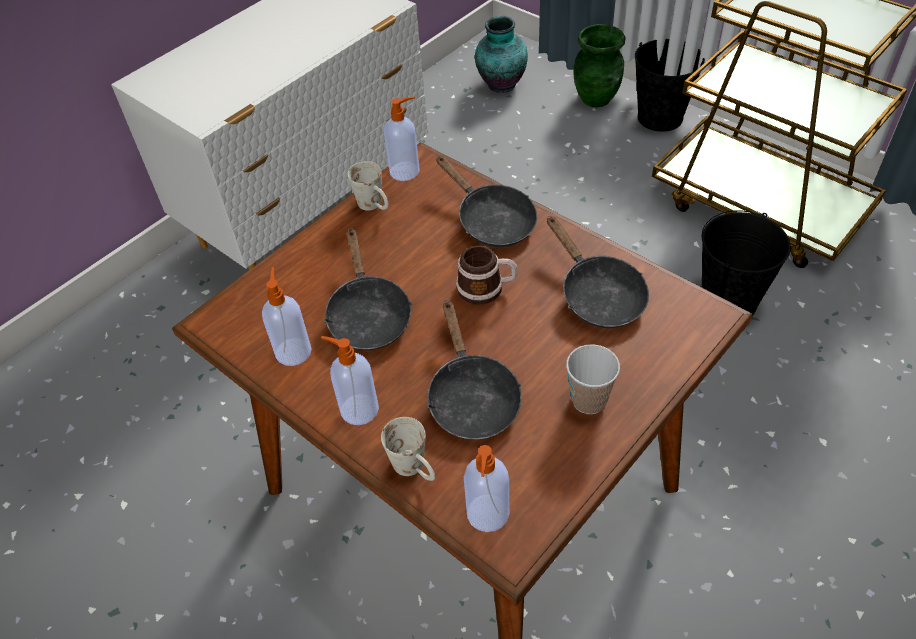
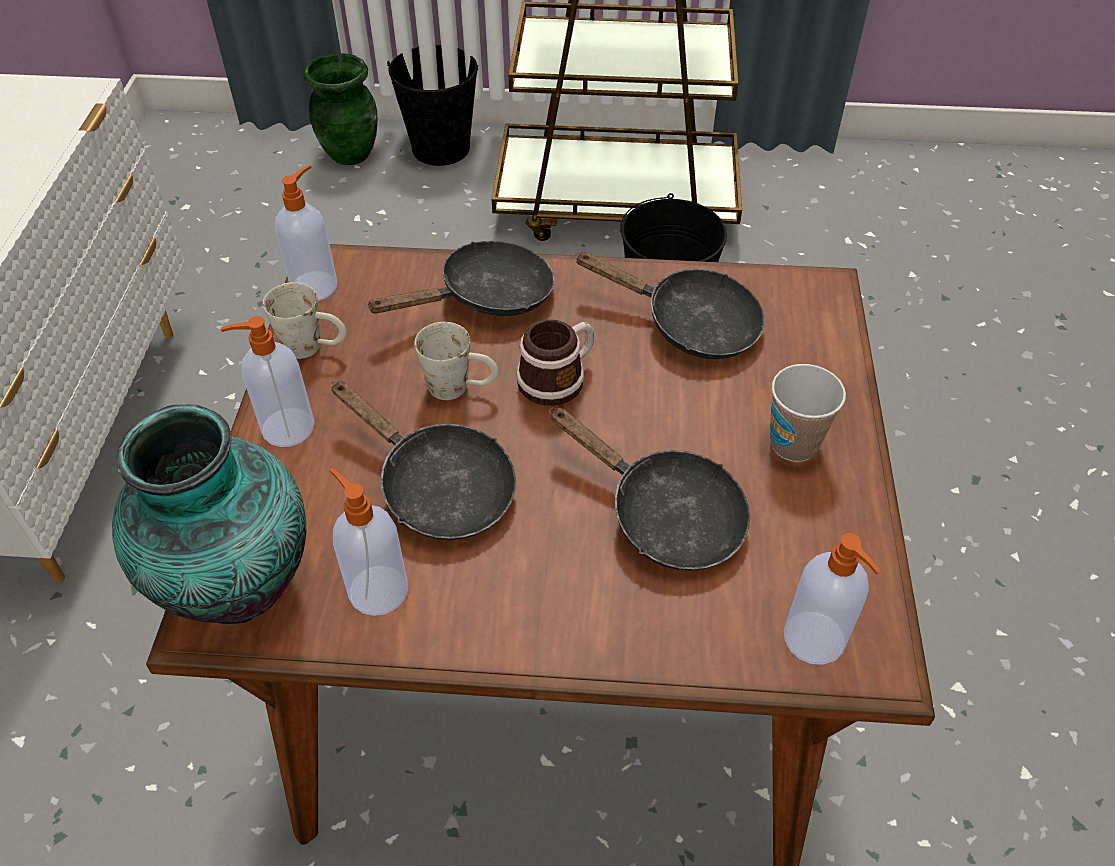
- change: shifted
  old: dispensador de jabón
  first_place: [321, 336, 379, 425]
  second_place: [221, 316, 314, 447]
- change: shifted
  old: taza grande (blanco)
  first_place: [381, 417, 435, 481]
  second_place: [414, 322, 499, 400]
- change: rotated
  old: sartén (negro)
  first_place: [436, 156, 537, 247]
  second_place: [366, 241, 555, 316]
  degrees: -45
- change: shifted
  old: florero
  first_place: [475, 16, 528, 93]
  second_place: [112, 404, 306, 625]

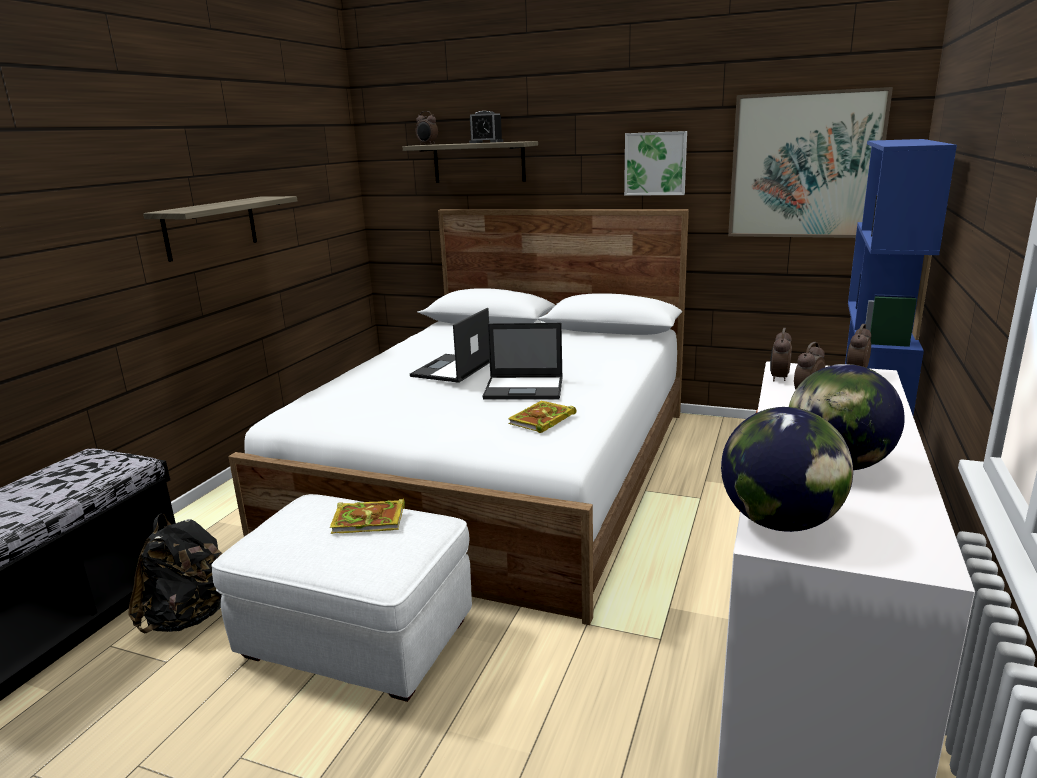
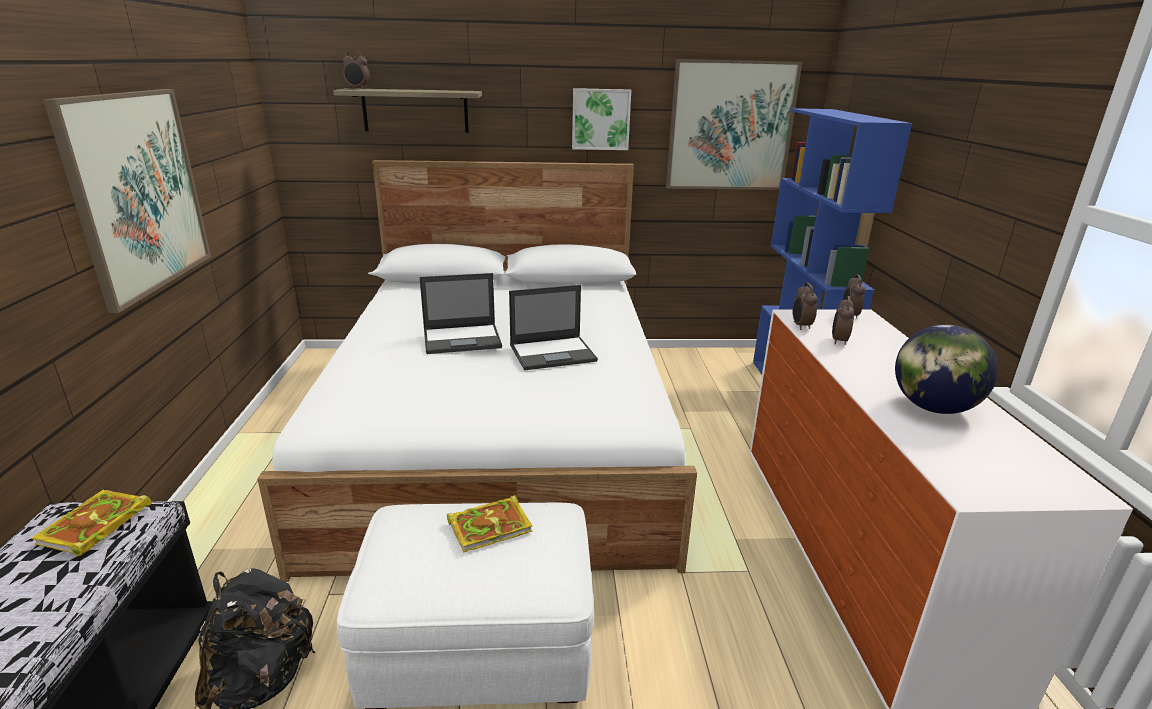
- change: swapped
  old: estante
  new: cuadro
  first_place: [143, 196, 298, 262]
  second_place: [43, 89, 211, 313]
- change: rotated
  old: portátil
  first_place: [410, 308, 490, 383]
  second_place: [420, 273, 502, 354]
  degrees: -105
- change: gone
  old: despertador
  first_place: [469, 111, 503, 143]
- change: shifted
  old: libro
  first_place: [508, 401, 576, 433]
  second_place: [31, 490, 152, 556]
- change: gone
  old: globo terráqueo
  first_place: [721, 407, 853, 532]

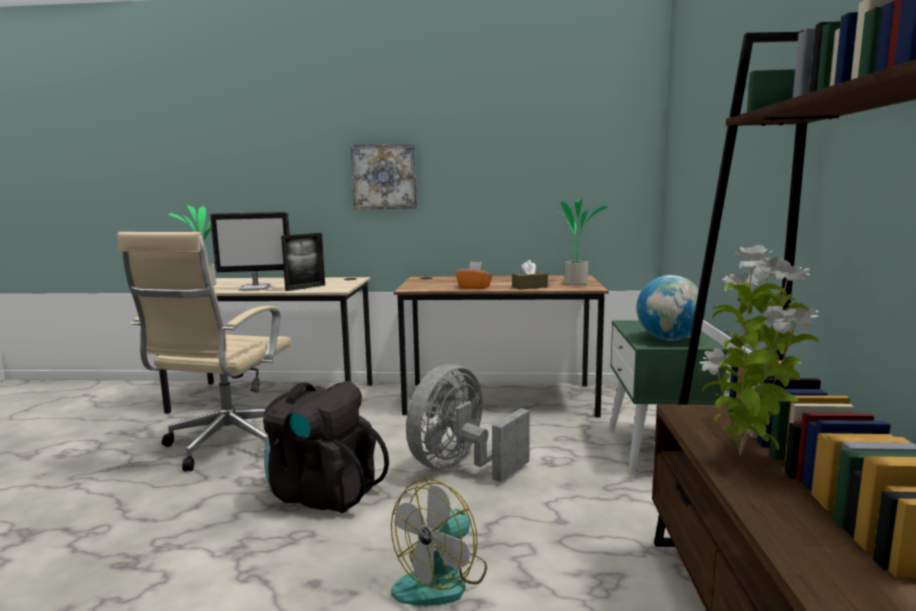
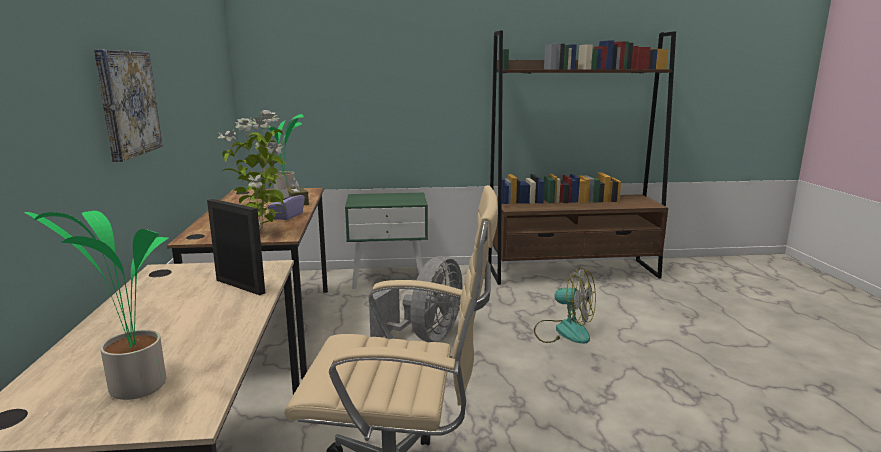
- change: gone
  old: monitor
  first_place: [210, 212, 290, 291]
- change: gone
  old: mochila (negro)
  first_place: [263, 381, 389, 513]
- change: rotated
  old: ventilador (gris)
  first_place: [406, 364, 530, 482]
  second_place: [369, 256, 462, 342]
  degrees: -90
- change: repainted
  old: caja de pañuelos (naranja)
  new: caja de pañuelos (morado)
  first_place: [456, 261, 493, 289]
  second_place: [267, 188, 305, 220]
- change: gone
  old: globo terráqueo
  first_place: [636, 275, 706, 341]
- change: shifted
  old: planta en maceta
  first_place: [700, 245, 819, 456]
  second_place: [218, 110, 287, 233]

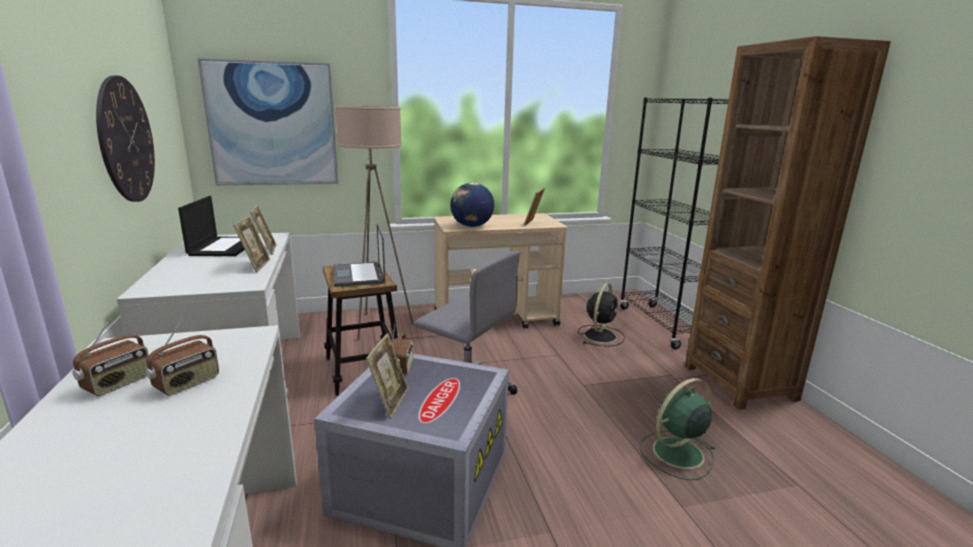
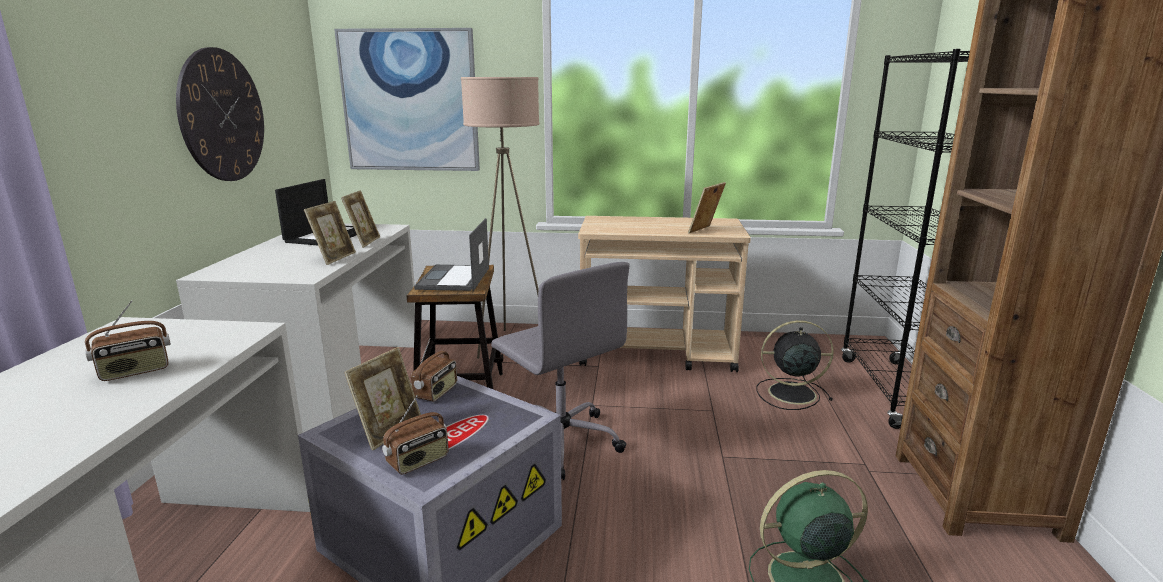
- change: shifted
  old: radio
  first_place: [72, 319, 149, 396]
  second_place: [382, 395, 449, 475]
- change: gone
  old: globo terráqueo
  first_place: [450, 183, 494, 227]
- change: rotated
  old: ventilador (negro)
  first_place: [578, 283, 625, 347]
  second_place: [756, 320, 834, 410]
  degrees: -135

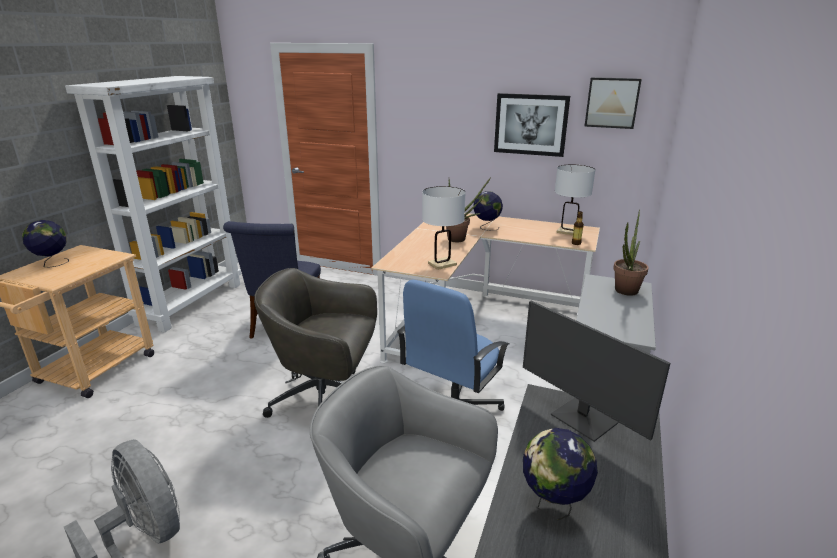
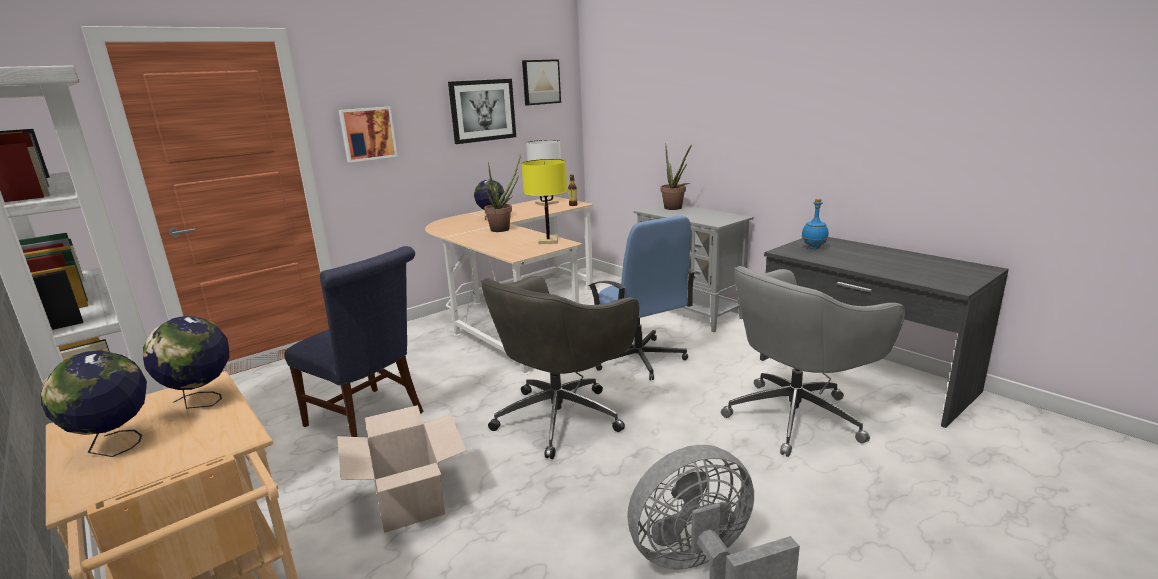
- change: repainted
  old: lámpara de mesa (blanco)
  new: lámpara de mesa (amarillo)
  first_place: [422, 186, 466, 270]
  second_place: [521, 159, 567, 244]
- change: swapped
  old: monitor
  new: botella (azul)
  first_place: [523, 301, 671, 442]
  second_place: [802, 199, 828, 249]
- change: shifted
  old: globo terráqueo
  first_place: [523, 428, 598, 521]
  second_place: [143, 316, 229, 409]
- change: new
  new: caja de cartón
  second_place: [337, 405, 467, 533]
- change: new
  new: cuadro
  second_place: [339, 107, 398, 163]

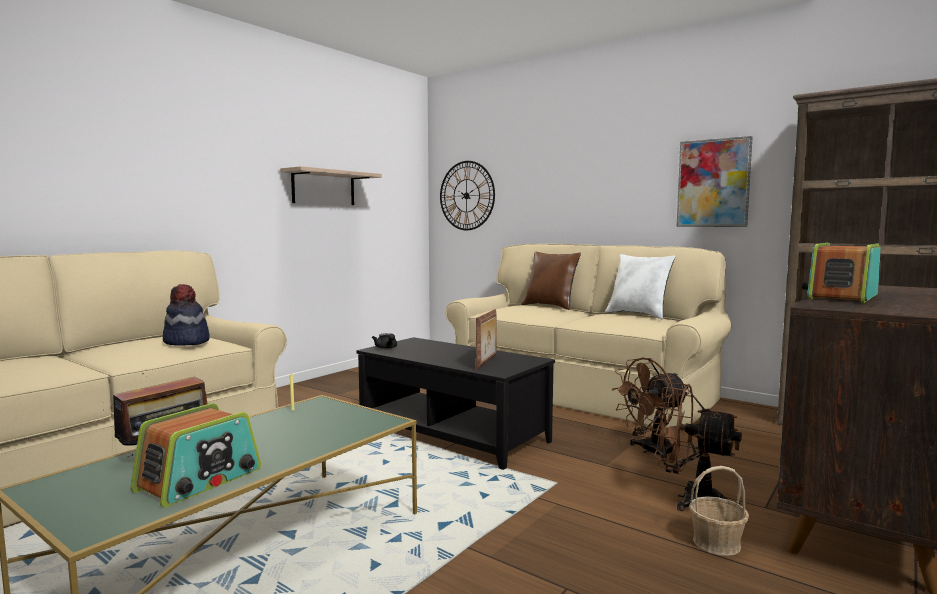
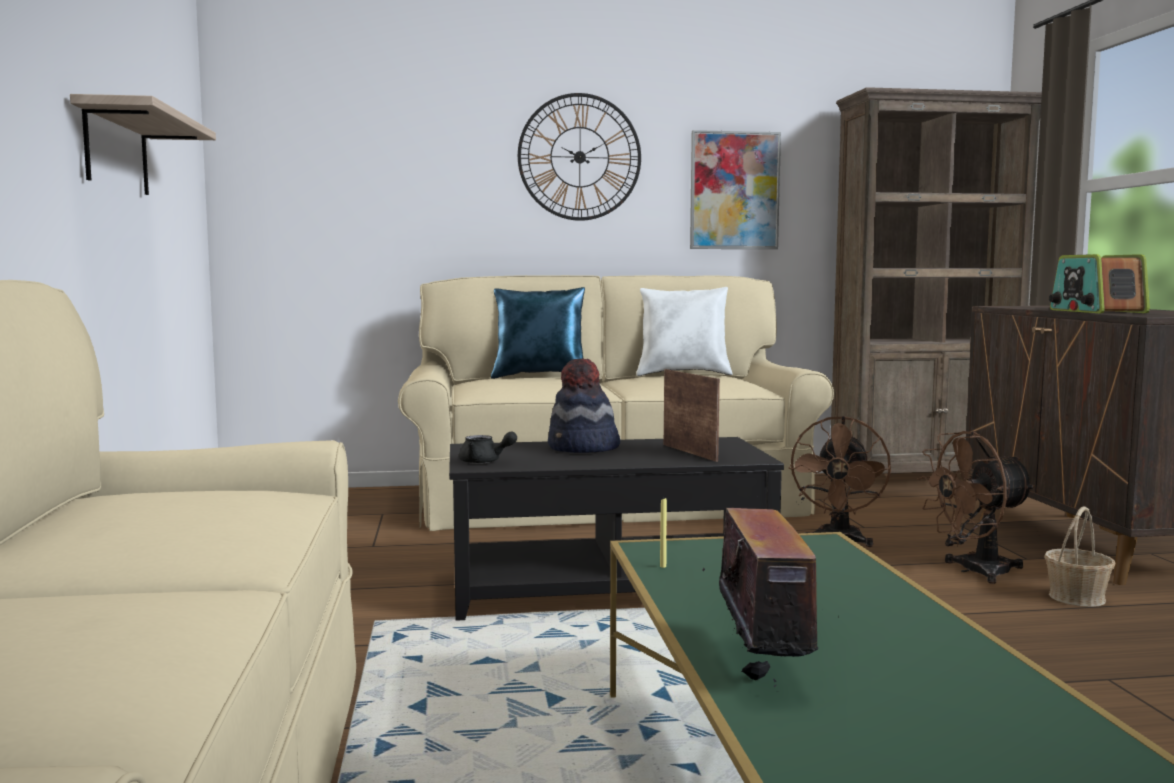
- change: gone
  old: radio
  first_place: [131, 403, 261, 507]
- change: shifted
  old: sombrero
  first_place: [163, 284, 210, 346]
  second_place: [548, 359, 620, 453]
- change: shifted
  old: reloj de pared
  first_place: [440, 161, 495, 230]
  second_place: [518, 93, 641, 221]
- change: repainted
  old: cojín (marrón)
  new: cojín (azul)
  first_place: [521, 251, 581, 310]
  second_place: [491, 287, 585, 379]

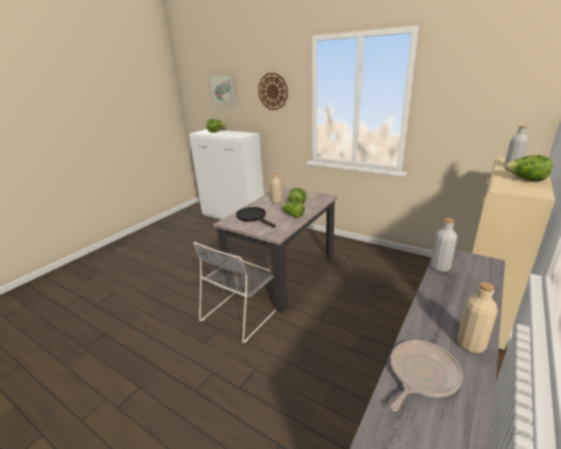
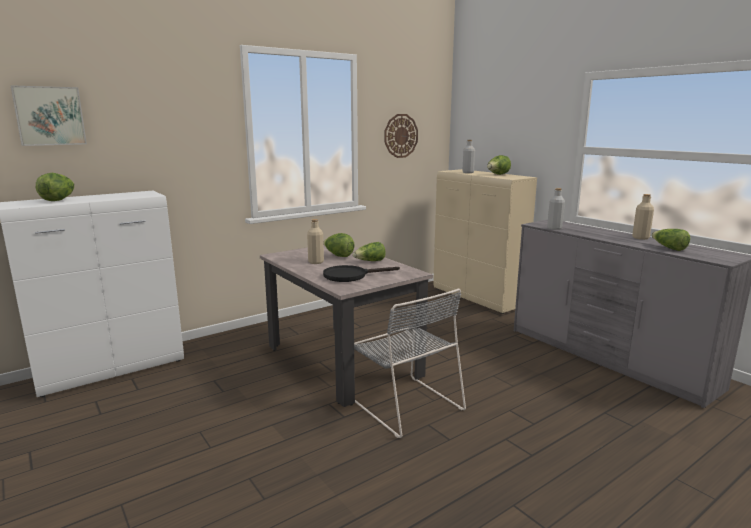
- change: shifted
  old: reloj de pared
  first_place: [258, 73, 288, 110]
  second_place: [385, 114, 418, 158]
- change: swapped
  old: sartén
  new: lechuga
  first_place: [391, 340, 463, 411]
  second_place: [652, 229, 690, 251]

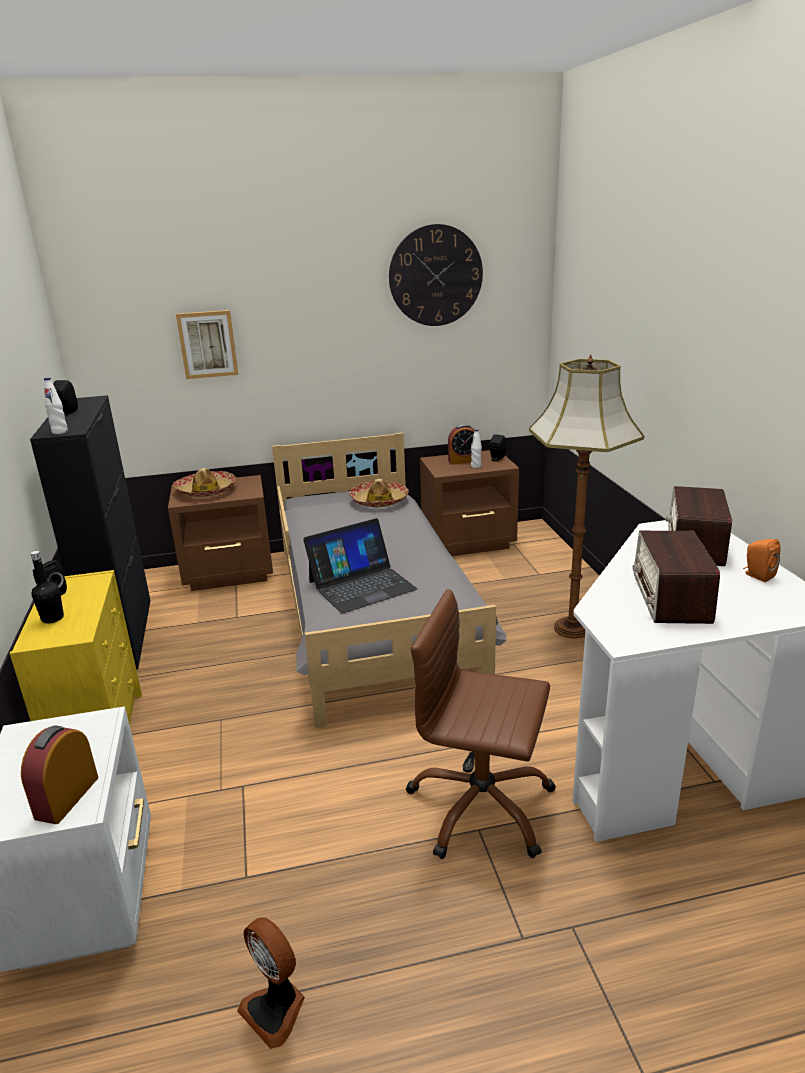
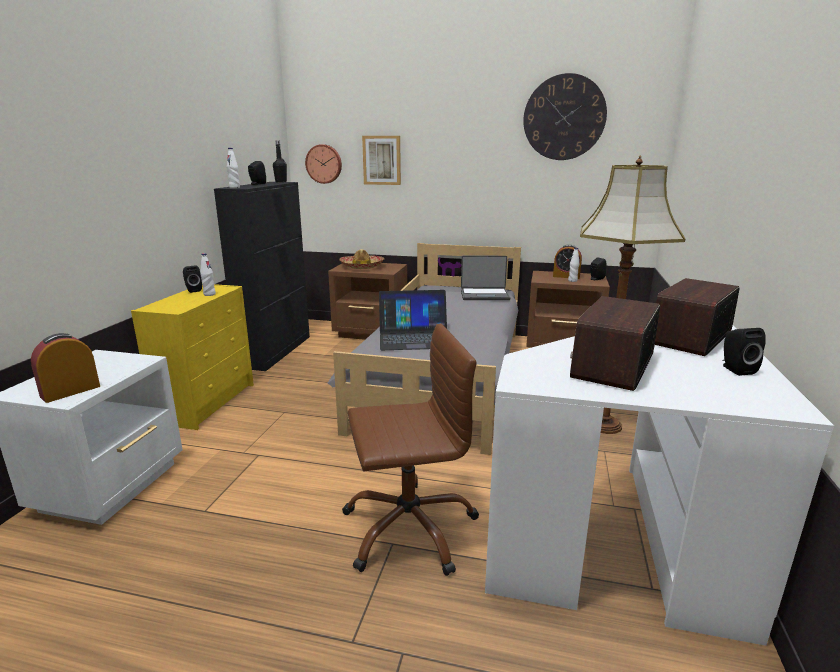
- change: shifted
  old: botella (negro)
  first_place: [30, 551, 64, 623]
  second_place: [273, 140, 287, 183]
- change: gone
  old: ventilador
  first_place: [237, 917, 305, 1049]
- change: swapped
  old: sombrero
  new: portátil
  first_place: [349, 479, 409, 508]
  second_place: [461, 256, 510, 300]
- change: rotated
  old: silla de oficina (marrón)
  first_place: [406, 589, 556, 859]
  second_place: [342, 323, 479, 576]
  degrees: 120
- change: repainted
  old: altavoz (naranja)
  new: altavoz (negro)
  first_place: [743, 539, 781, 582]
  second_place: [722, 328, 766, 376]
- change: new
  new: botella (blanco)
  second_place: [200, 253, 216, 296]
- change: new
  new: reloj de pared
  second_place: [305, 144, 342, 184]

